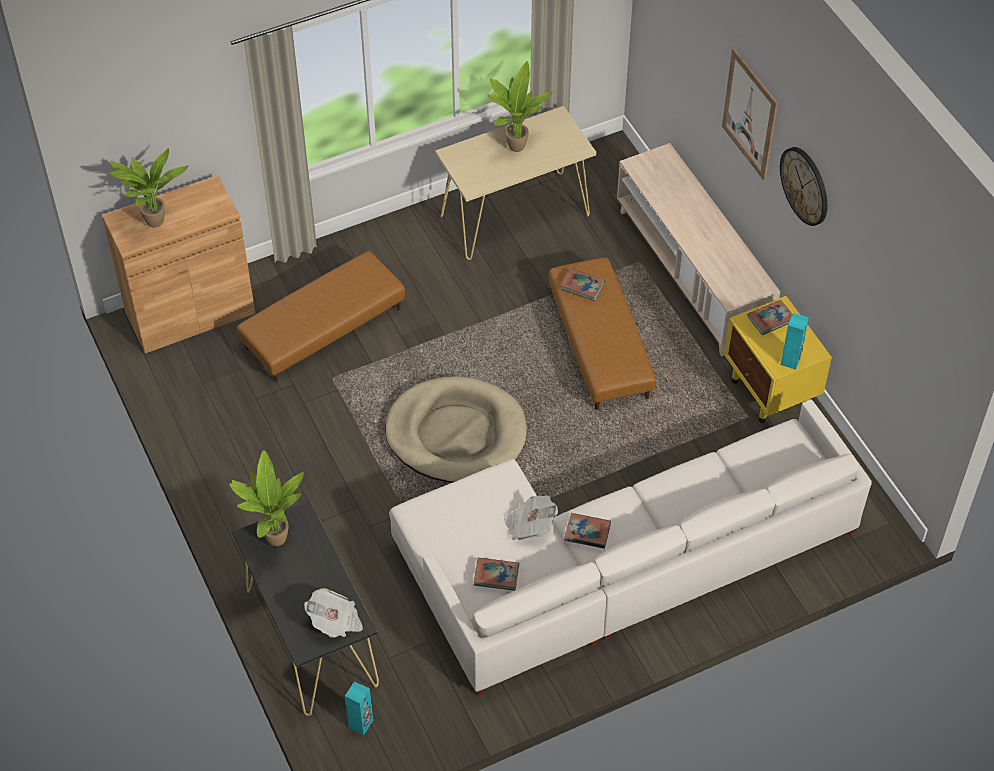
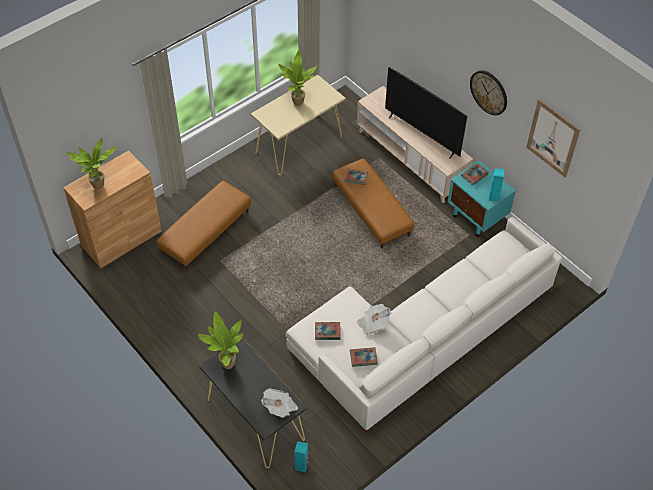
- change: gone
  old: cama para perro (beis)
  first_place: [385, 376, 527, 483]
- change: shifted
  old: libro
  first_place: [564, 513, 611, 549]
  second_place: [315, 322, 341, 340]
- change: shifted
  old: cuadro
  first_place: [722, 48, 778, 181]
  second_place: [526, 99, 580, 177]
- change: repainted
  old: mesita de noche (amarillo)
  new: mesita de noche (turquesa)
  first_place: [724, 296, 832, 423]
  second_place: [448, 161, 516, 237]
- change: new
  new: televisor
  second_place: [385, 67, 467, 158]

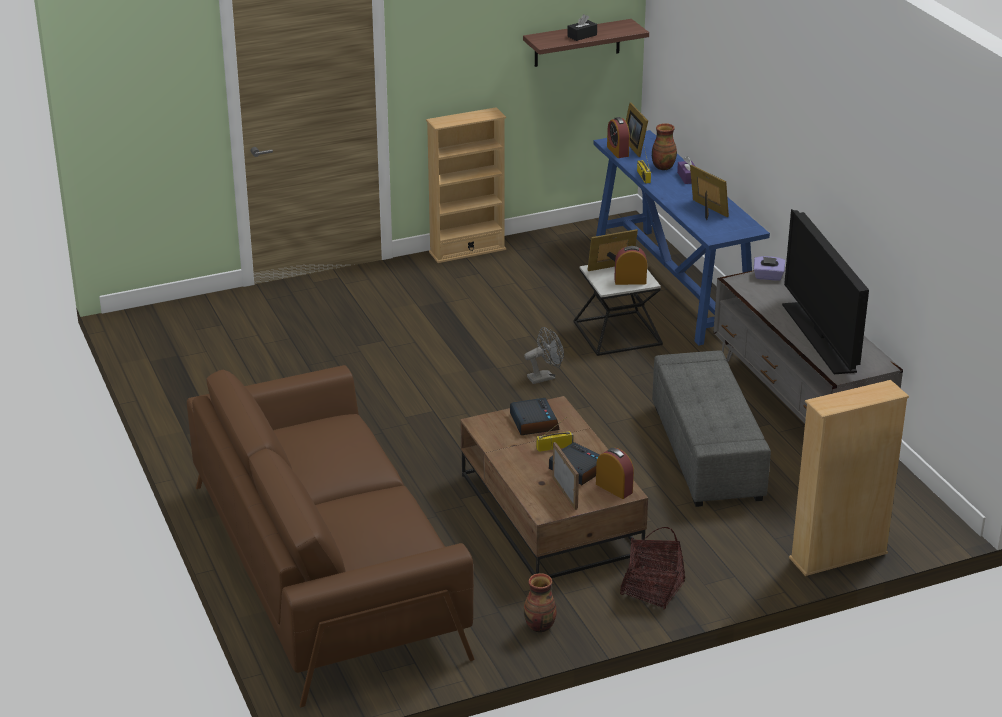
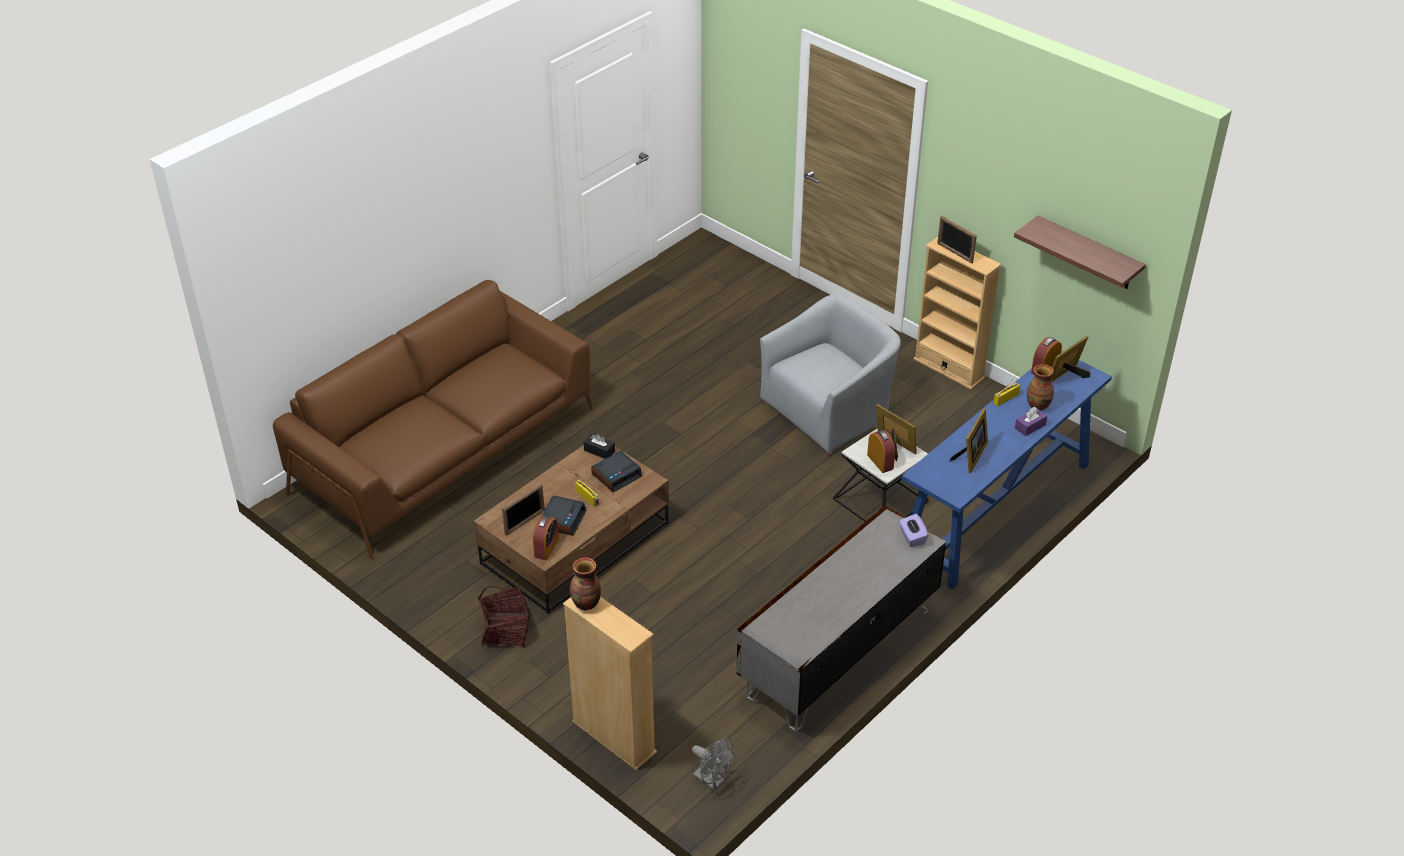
- change: shifted
  old: ventilador (gris)
  first_place: [524, 327, 564, 384]
  second_place: [692, 738, 734, 790]
- change: shifted
  old: florero
  first_place: [524, 573, 557, 632]
  second_place: [570, 558, 601, 611]
- change: shifted
  old: caja de pañuelos (negro)
  first_place: [567, 14, 597, 41]
  second_place: [584, 433, 615, 459]
- change: gone
  old: puf (gris)
  first_place: [652, 351, 771, 507]
- change: gone
  old: televisor
  first_place: [782, 209, 869, 374]
- change: new
  new: sillón (gris)
  second_place: [760, 294, 901, 454]
- change: new
  new: portarretratos
  second_place: [937, 216, 977, 263]

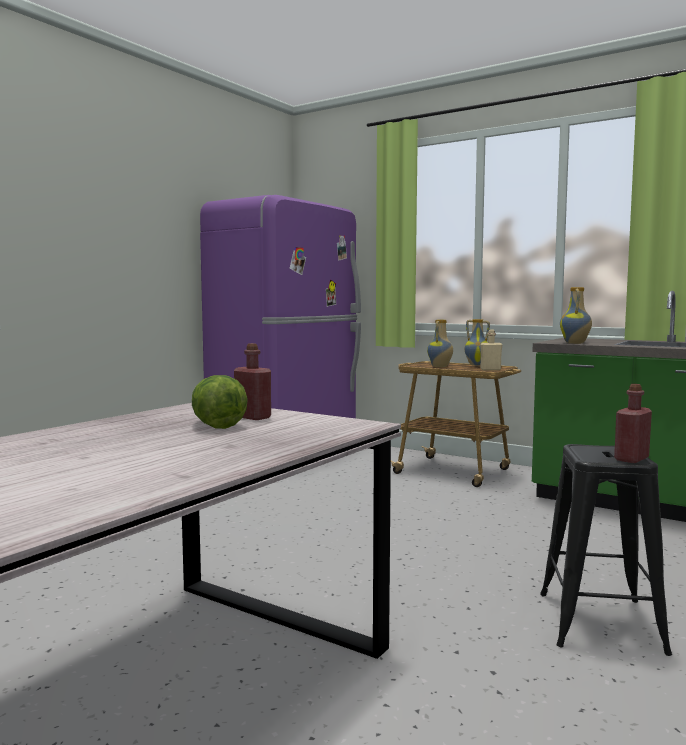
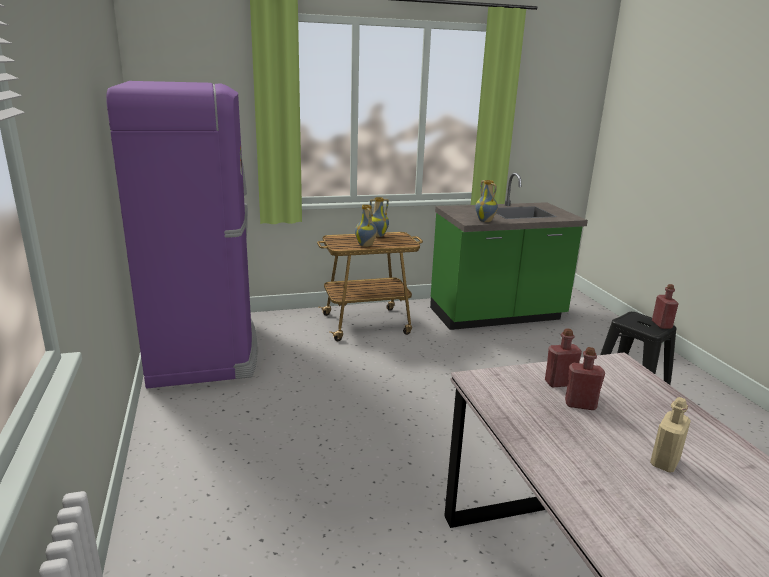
- change: swapped
  old: lechuga
  new: botella (rojo)
  first_place: [192, 375, 248, 429]
  second_place: [565, 347, 605, 410]
- change: shifted
  old: botella (beis)
  first_place: [480, 330, 502, 371]
  second_place: [650, 397, 691, 472]

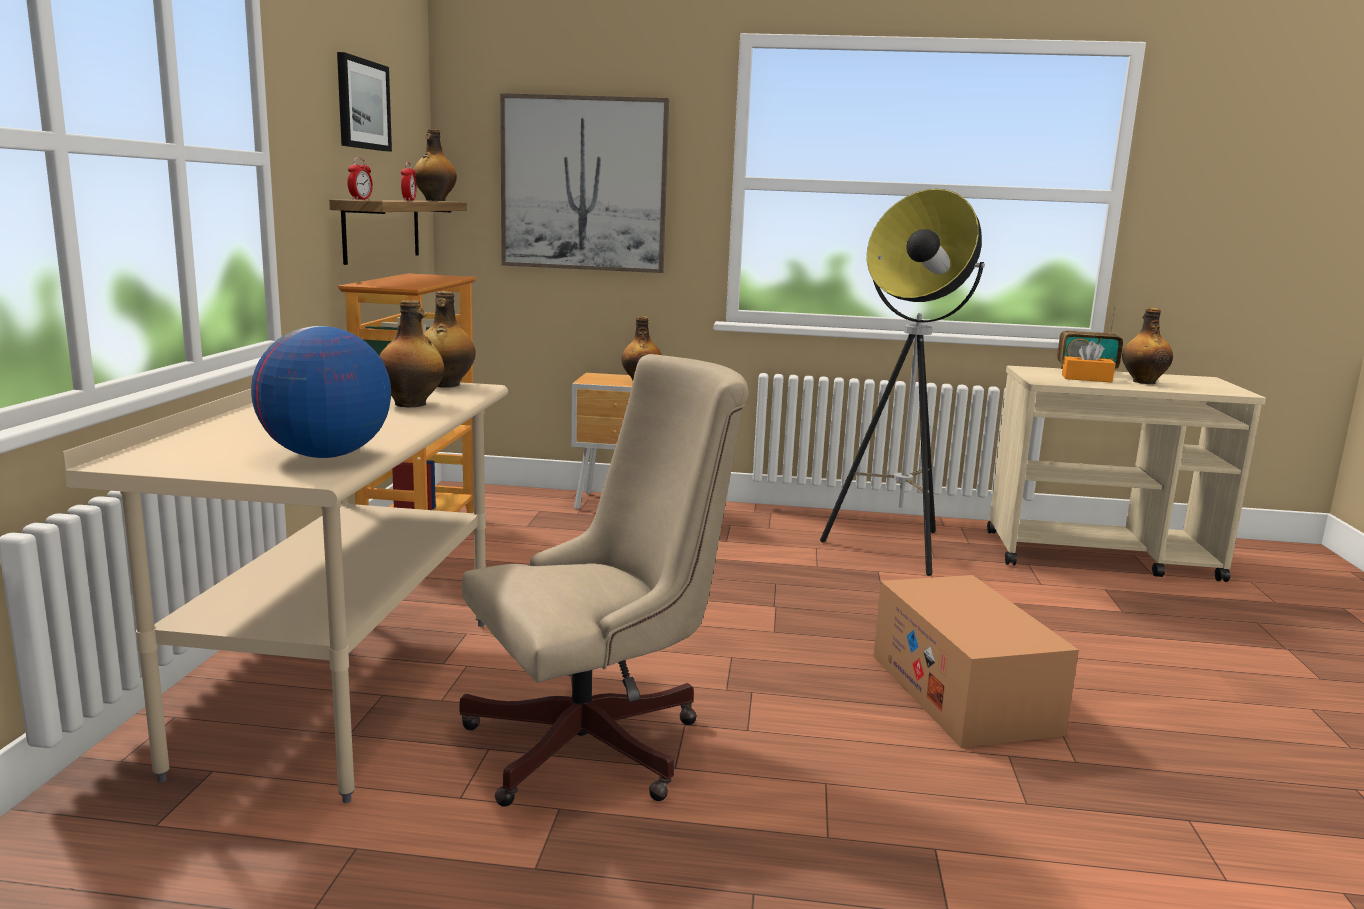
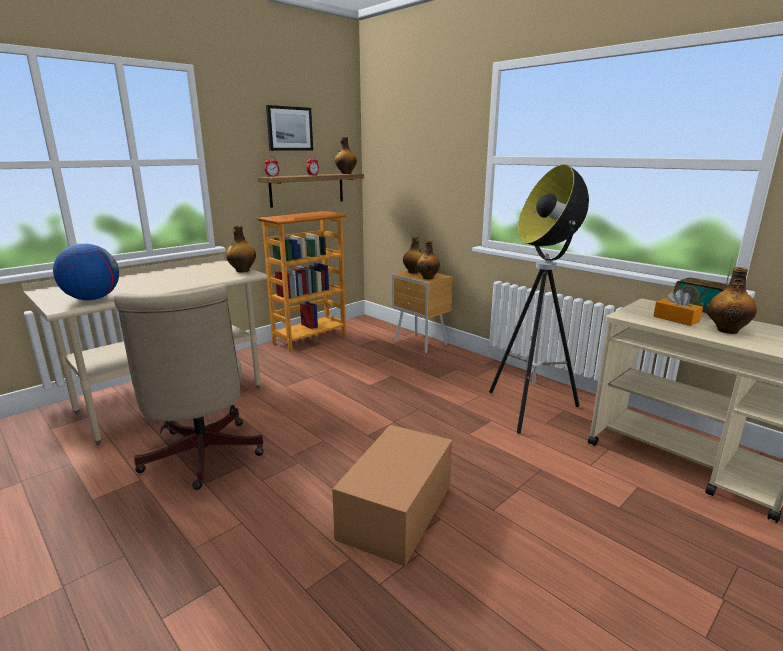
- change: shifted
  old: botella
  first_place: [379, 300, 444, 407]
  second_place: [403, 236, 423, 274]
- change: rotated
  old: silla de oficina (beis)
  first_place: [460, 354, 749, 807]
  second_place: [114, 284, 264, 490]
  degrees: 60
- change: gone
  old: cuadro
  first_place: [500, 93, 669, 273]

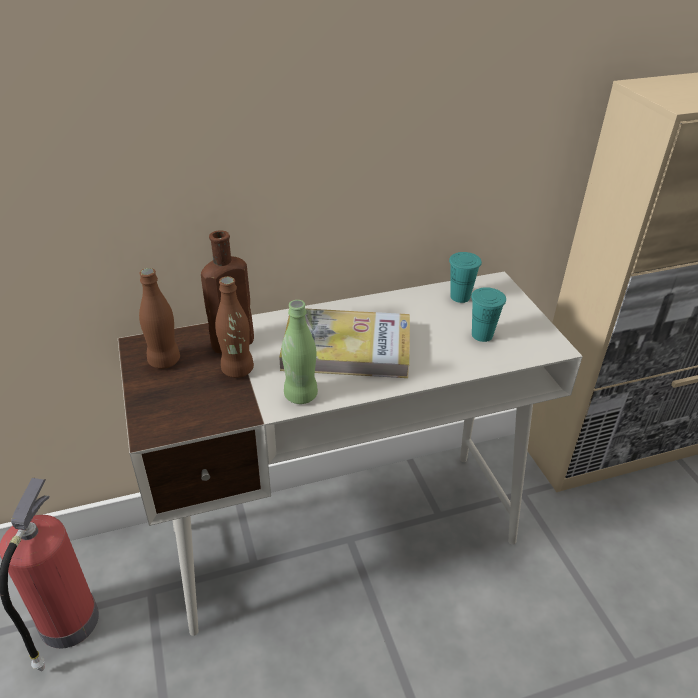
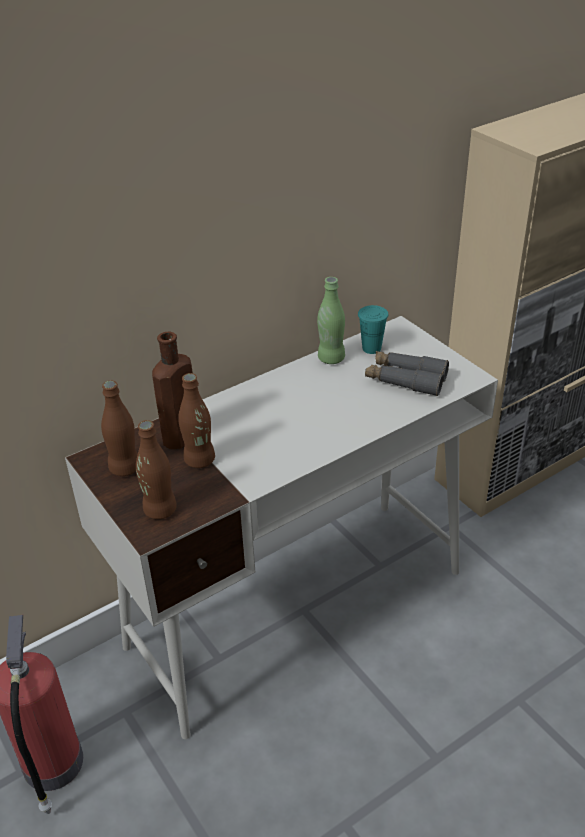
- change: gone
  old: libro
  first_place: [279, 309, 410, 378]
- change: shifted
  old: botella (verde)
  first_place: [281, 300, 318, 404]
  second_place: [317, 277, 345, 364]
- change: swapped
  old: taza (turquesa)
  new: prismáticos (gris)
  first_place: [471, 287, 506, 342]
  second_place: [365, 351, 449, 396]
- change: new
  new: botella (marrón)
  second_place: [136, 420, 177, 519]

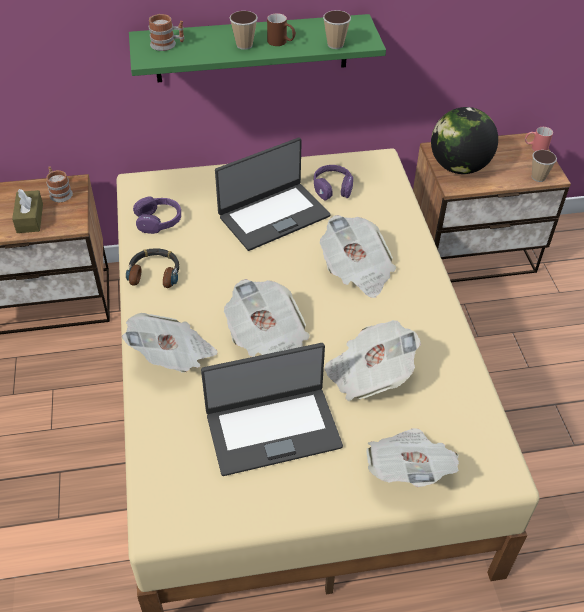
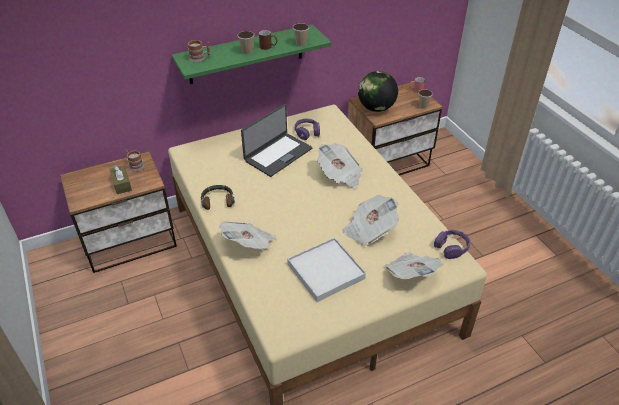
- change: shifted
  old: auriculares (morado)
  first_place: [133, 196, 181, 234]
  second_place: [434, 230, 470, 259]
- change: swapped
  old: portátil
  new: bandeja (blanco)
  first_place: [201, 343, 343, 476]
  second_place: [287, 238, 366, 302]
- change: gone
  old: periódico
  first_place: [224, 279, 310, 357]

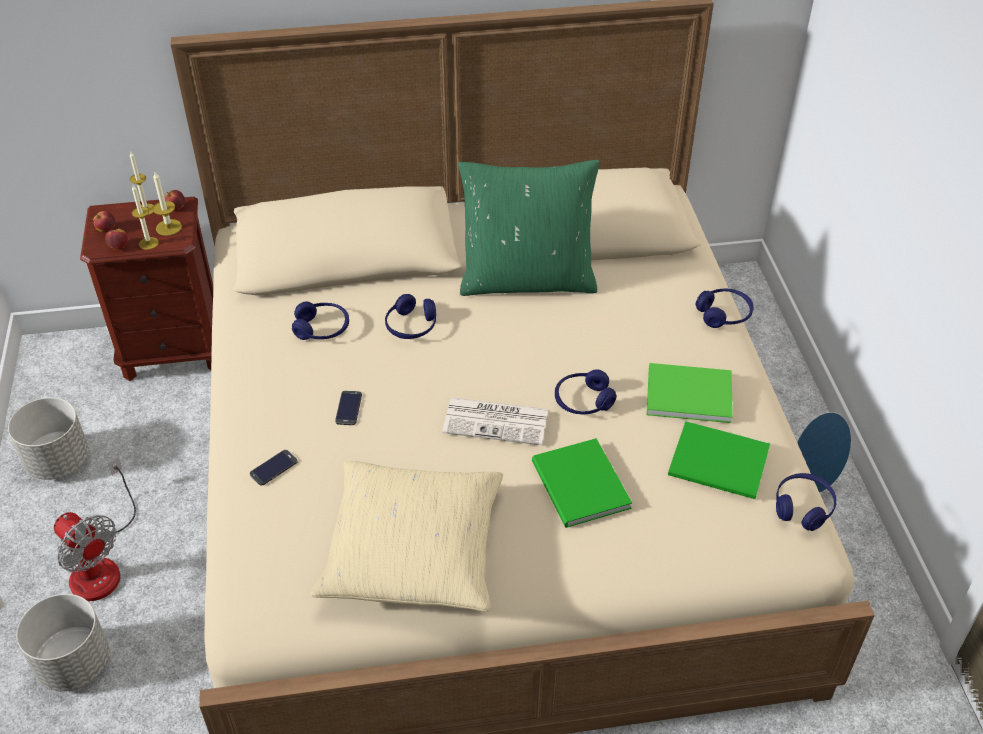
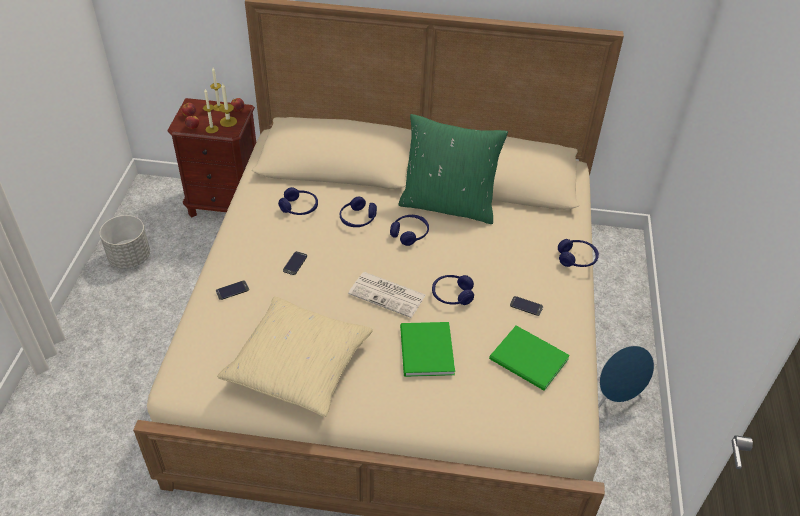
- change: gone
  old: maceta (gris)
  first_place: [16, 594, 110, 691]
- change: gone
  old: ventilador
  first_place: [54, 456, 136, 601]
- change: swapped
  old: libro (verde)
  new: móvil
  first_place: [647, 363, 733, 423]
  second_place: [510, 296, 543, 316]
- change: shifted
  old: auriculares (azul)
  first_place: [776, 473, 837, 531]
  second_place: [390, 215, 429, 246]

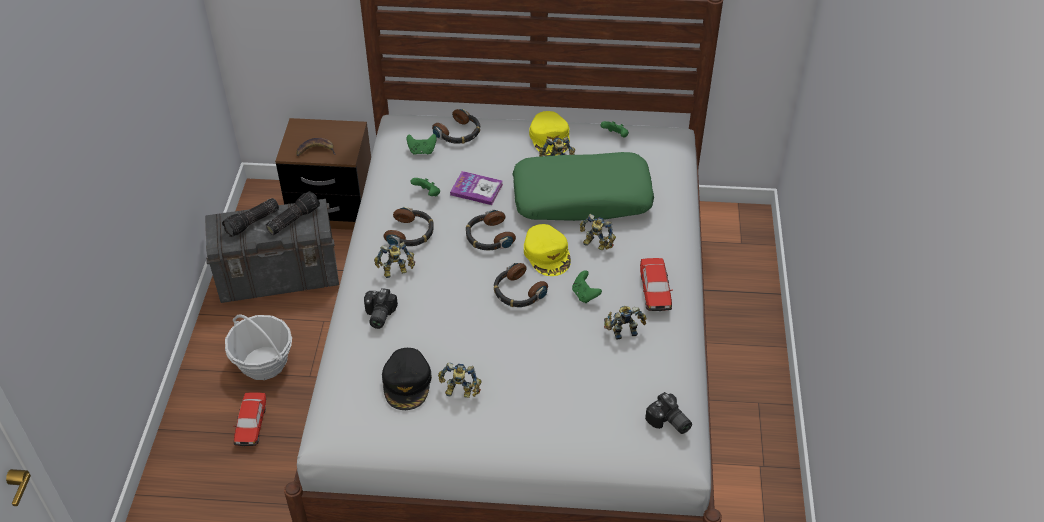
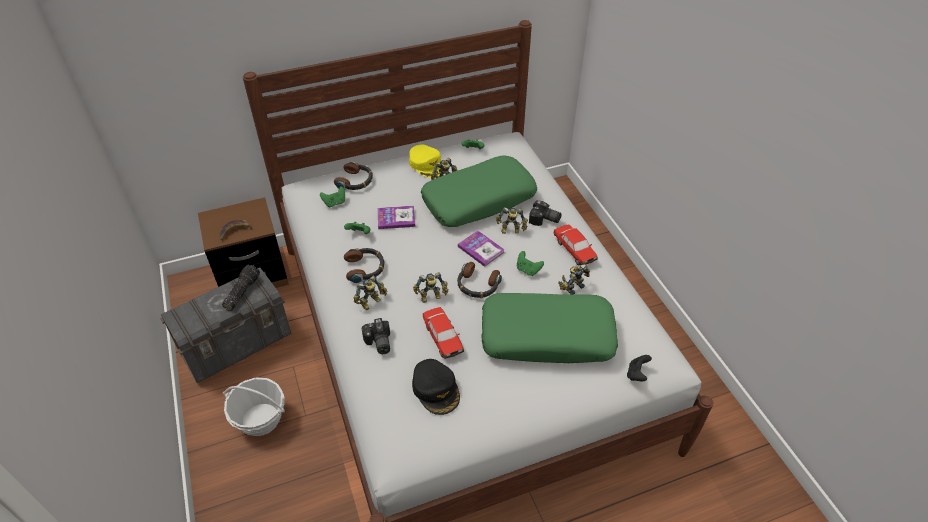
- change: gone
  old: linterna
  first_place: [222, 198, 279, 237]
- change: shifted
  old: coche de juguete
  first_place: [233, 392, 266, 446]
  second_place: [423, 307, 464, 359]
- change: shifted
  old: robot de juguete
  first_place: [438, 362, 481, 398]
  second_place: [413, 272, 448, 303]
- change: gone
  old: auriculares
  first_place: [466, 209, 516, 251]
- change: swapped
  old: gorra (amarillo)
  new: libro
  first_place: [524, 224, 571, 276]
  second_place: [458, 231, 505, 267]
- change: shifted
  old: cámara
  first_place: [645, 392, 692, 434]
  second_place: [529, 200, 562, 226]
- change: new
  new: cojín (verde)
  second_place: [481, 293, 618, 363]
- change: new
  new: mando de consola (negro)
  second_place: [627, 355, 652, 381]

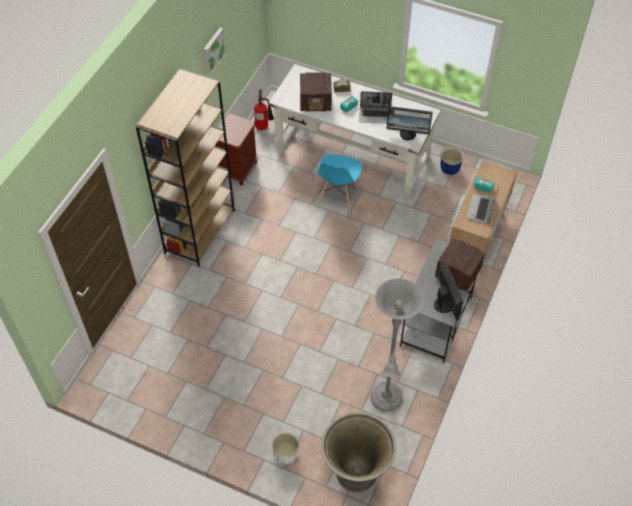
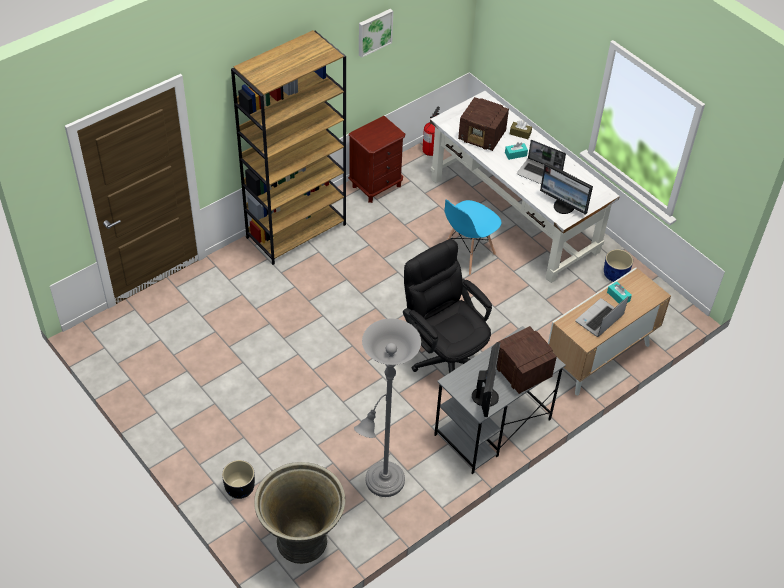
- change: repainted
  old: maceta (blanco)
  new: maceta (negro)
  first_place: [272, 433, 299, 465]
  second_place: [222, 460, 255, 499]
- change: new
  new: silla de oficina (negro)
  second_place: [403, 239, 492, 373]

